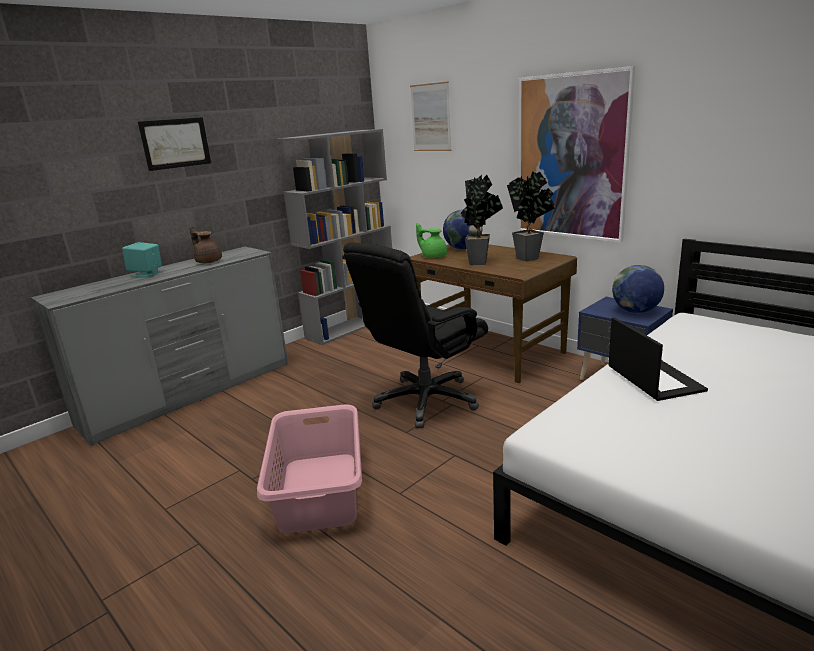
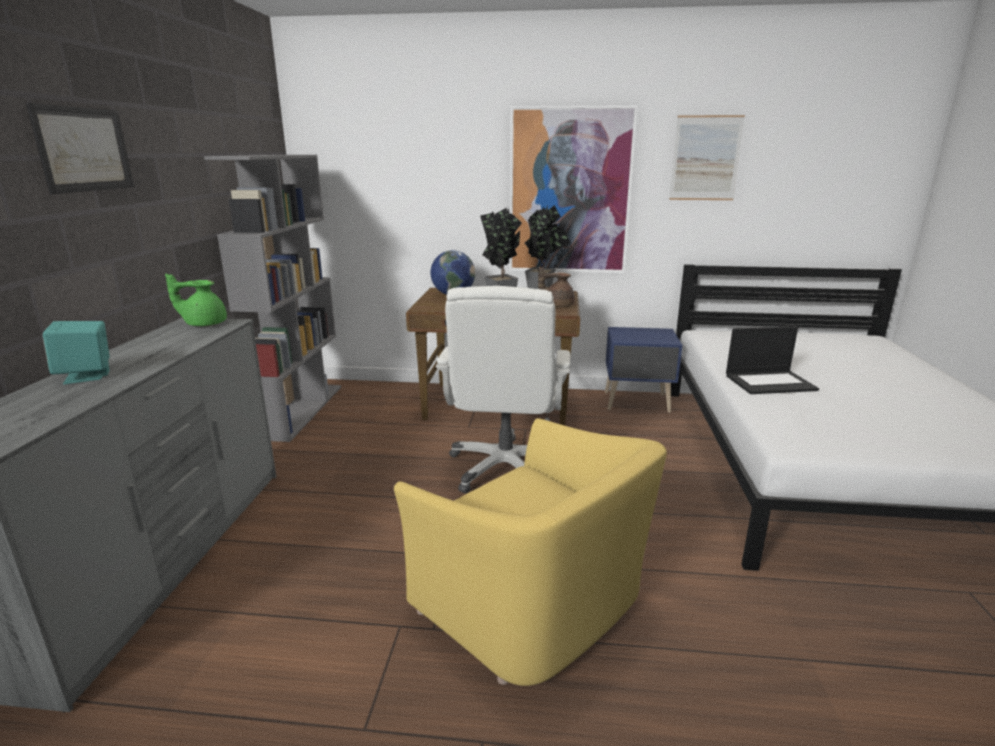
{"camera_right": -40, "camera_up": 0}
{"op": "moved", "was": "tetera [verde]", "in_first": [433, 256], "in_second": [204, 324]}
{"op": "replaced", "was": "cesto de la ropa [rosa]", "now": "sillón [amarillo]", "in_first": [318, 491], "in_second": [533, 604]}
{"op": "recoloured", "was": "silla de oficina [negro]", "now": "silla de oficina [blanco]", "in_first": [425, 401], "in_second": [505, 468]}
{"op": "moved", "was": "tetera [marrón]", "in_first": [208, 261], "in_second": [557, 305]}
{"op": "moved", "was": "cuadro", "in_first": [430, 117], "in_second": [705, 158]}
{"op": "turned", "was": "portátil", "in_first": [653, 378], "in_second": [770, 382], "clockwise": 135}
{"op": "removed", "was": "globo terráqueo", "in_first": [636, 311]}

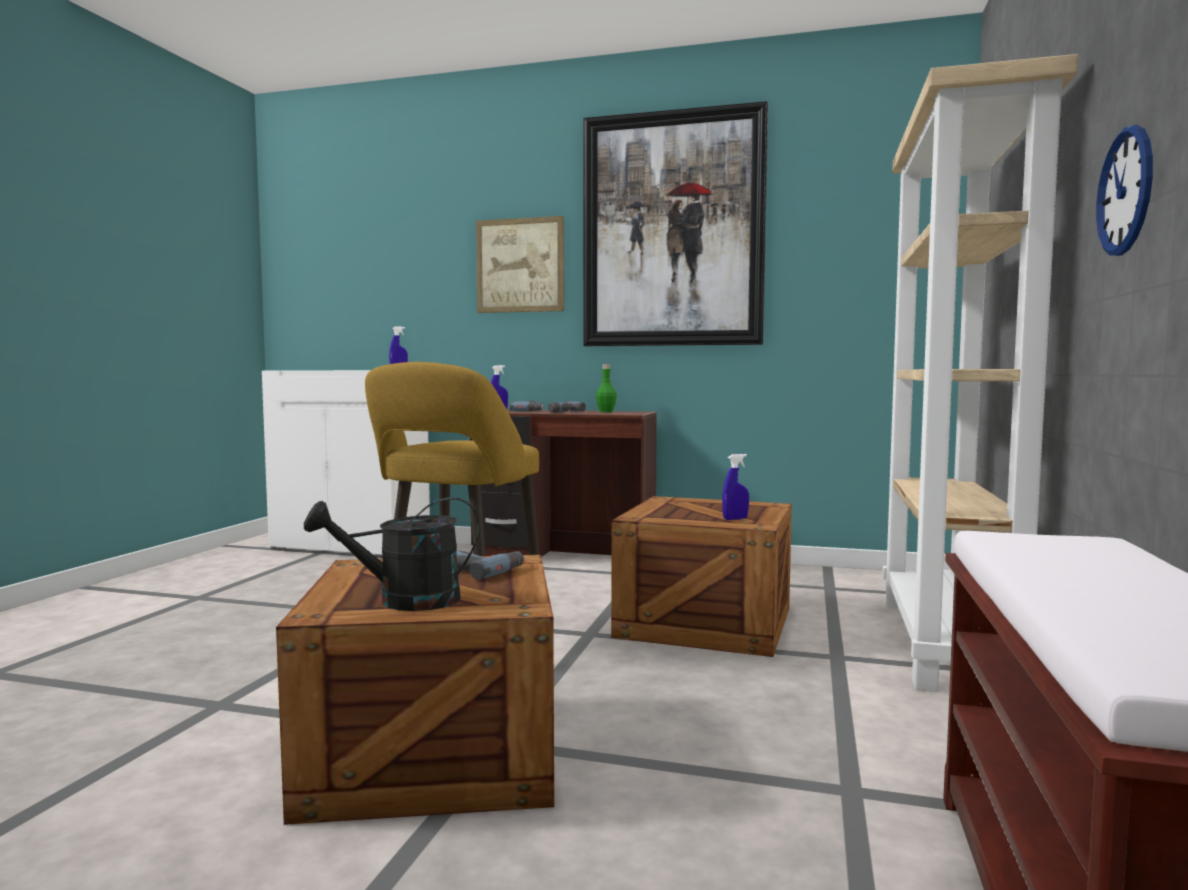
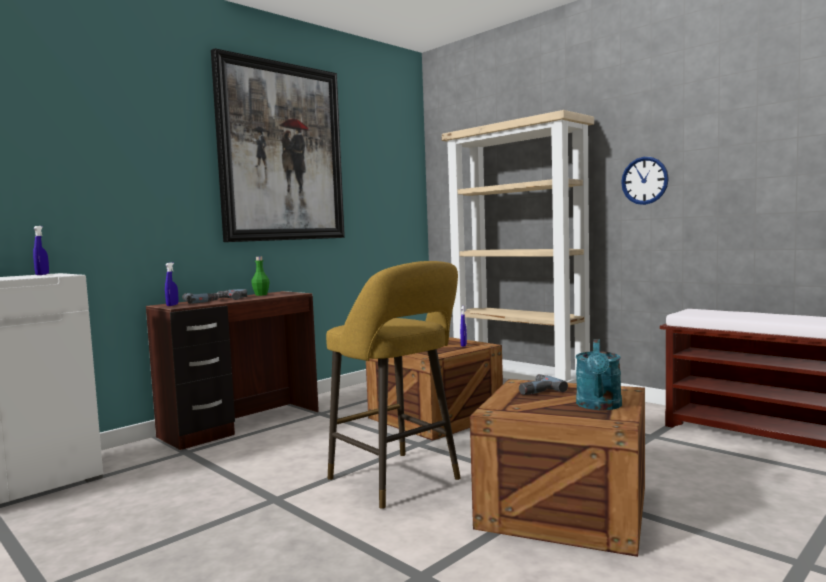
{"camera_right": -60, "camera_up": 0}
{"op": "recoloured", "was": "regadera [negro]", "now": "regadera [turquesa]", "in_first": [404, 601], "in_second": [599, 406]}
{"op": "removed", "was": "cuadro", "in_first": [520, 265]}

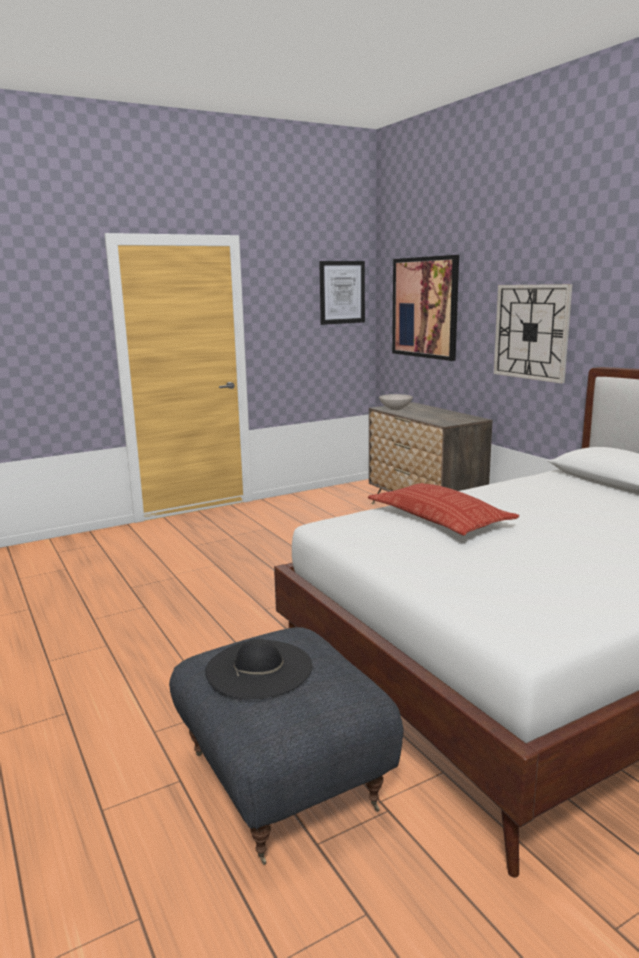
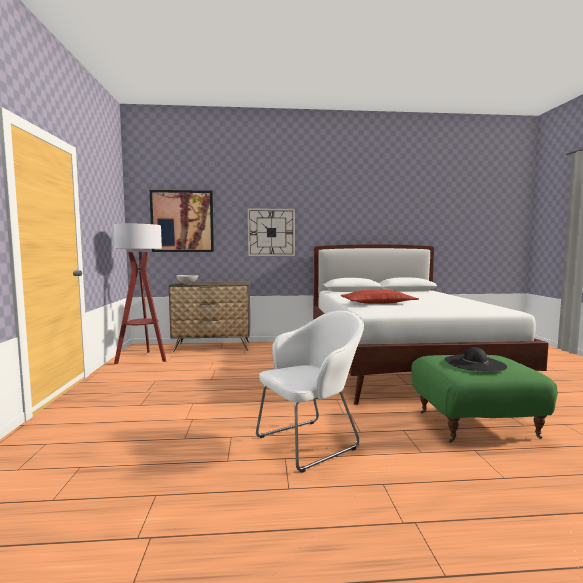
{"camera_right": -65, "camera_up": -10}
{"op": "added", "now": "lámpara de pie", "in_second": [143, 359]}
{"op": "added", "now": "sillón [blanco]", "in_second": [311, 442]}
{"op": "recoloured", "was": "puf [gris]", "now": "puf [verde]", "in_first": [285, 779], "in_second": [475, 424]}
{"op": "removed", "was": "cuadro", "in_first": [342, 292]}

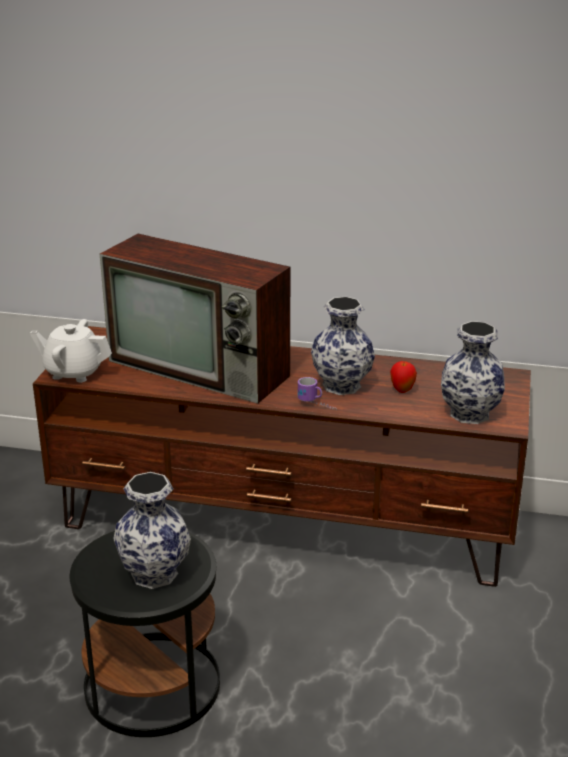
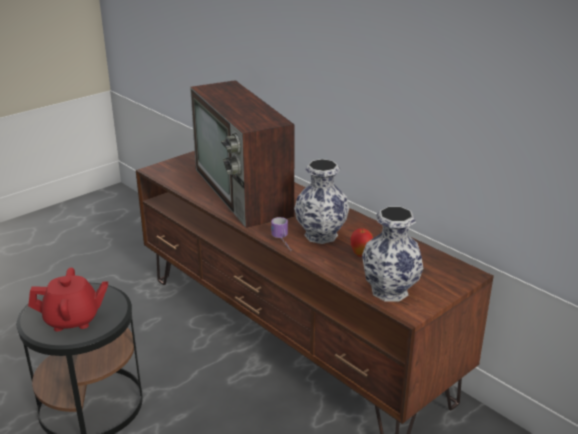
{"camera_right": 35, "camera_up": 0}
{"op": "replaced", "was": "florero", "now": "tetera [rojo]", "in_first": [154, 574], "in_second": [73, 319]}
{"op": "removed", "was": "tetera [blanco]", "in_first": [74, 372]}

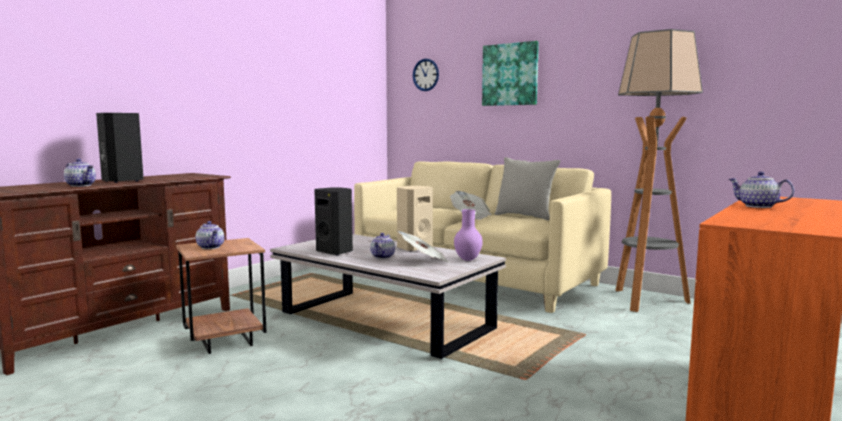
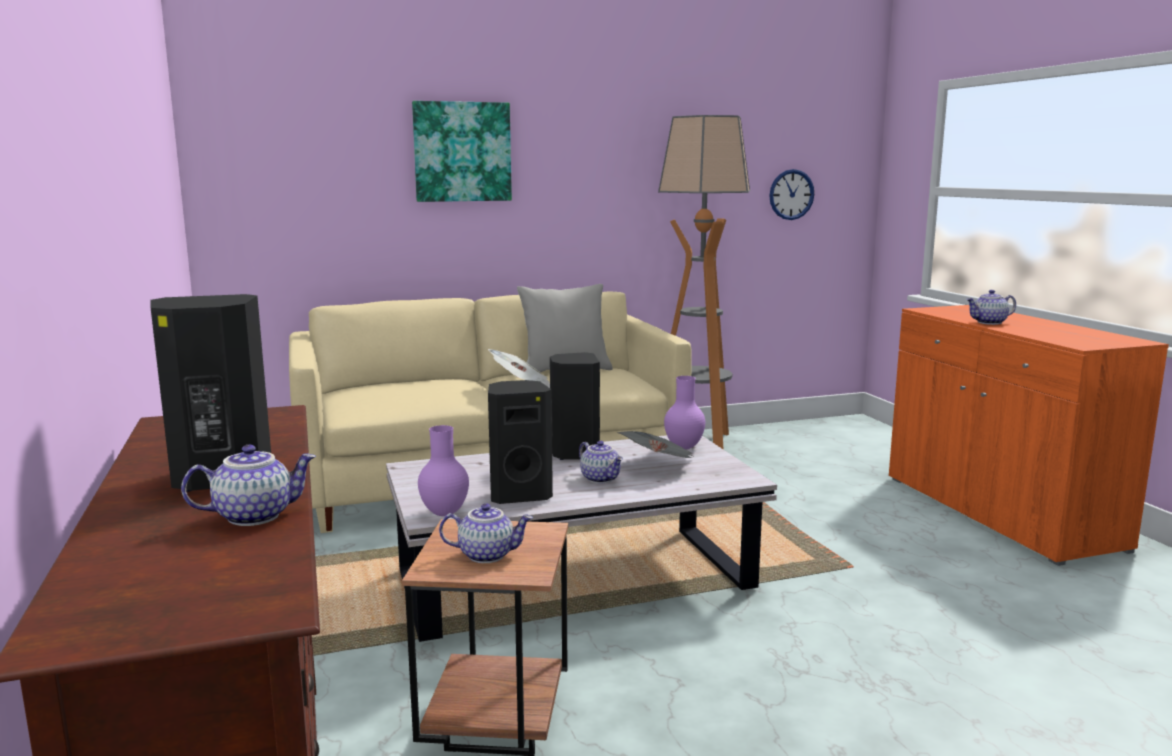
{"camera_right": -55, "camera_up": 5}
{"op": "added", "now": "florero [morado]", "in_second": [443, 513]}
{"op": "recoloured", "was": "altavoz [beis]", "now": "altavoz [negro]", "in_first": [413, 248], "in_second": [574, 454]}
{"op": "moved", "was": "reloj de pared", "in_first": [425, 75], "in_second": [791, 194]}

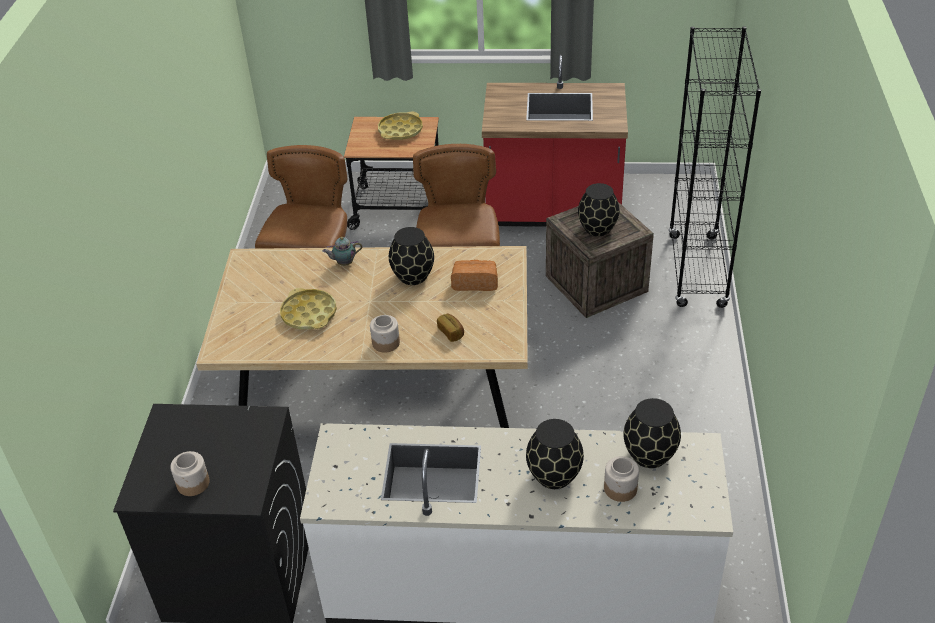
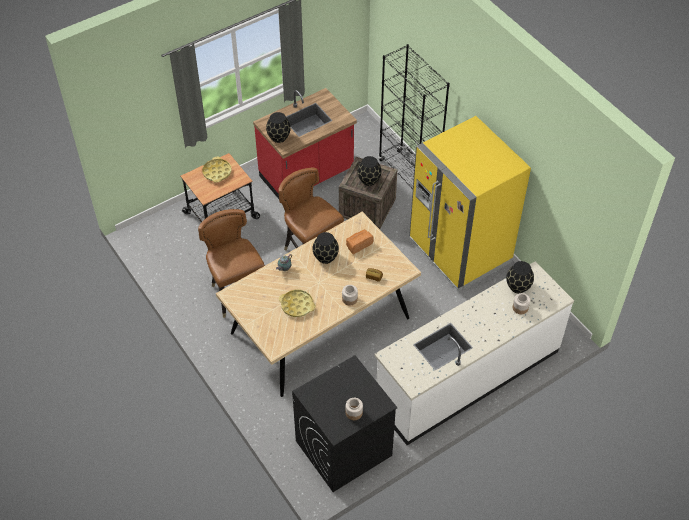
{"camera_right": -40, "camera_up": 10}
{"op": "moved", "was": "florero [negro]", "in_first": [554, 476], "in_second": [279, 137]}
{"op": "added", "now": "nevera [amarillo]", "in_second": [459, 251]}

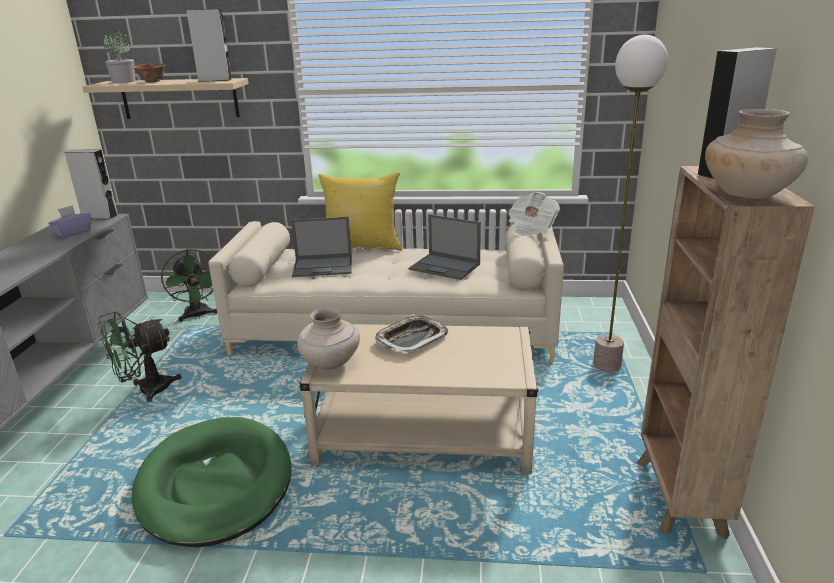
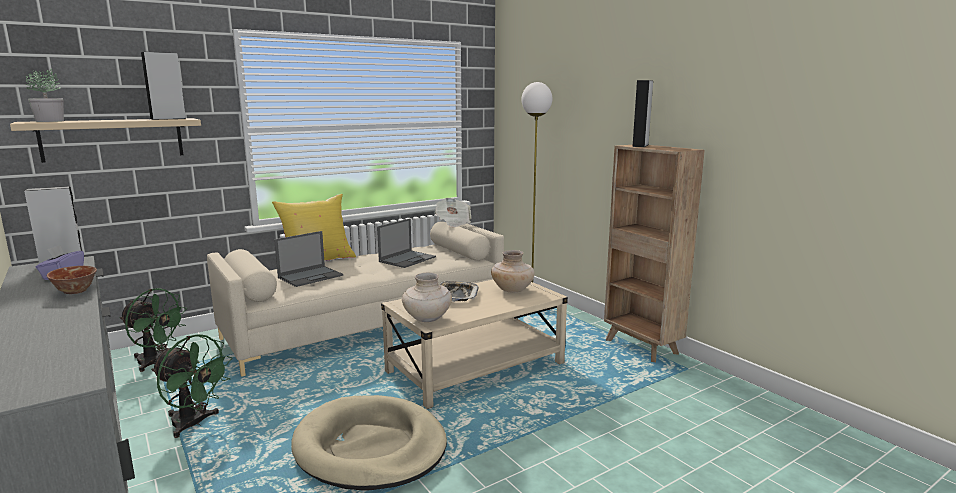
{"camera_right": -40, "camera_up": -10}
{"op": "moved", "was": "cuenco", "in_first": [152, 81], "in_second": [75, 291]}
{"op": "turned", "was": "ventilador [verde]", "in_first": [146, 391], "in_second": [194, 424], "clockwise": -75}
{"op": "recoloured", "was": "cama para perro [verde]", "now": "cama para perro [beis]", "in_first": [215, 485], "in_second": [370, 447]}
{"op": "turned", "was": "portátil", "in_first": [445, 267], "in_second": [407, 259], "clockwise": -45}
{"op": "moved", "was": "florero [beis]", "in_first": [748, 195], "in_second": [512, 290]}

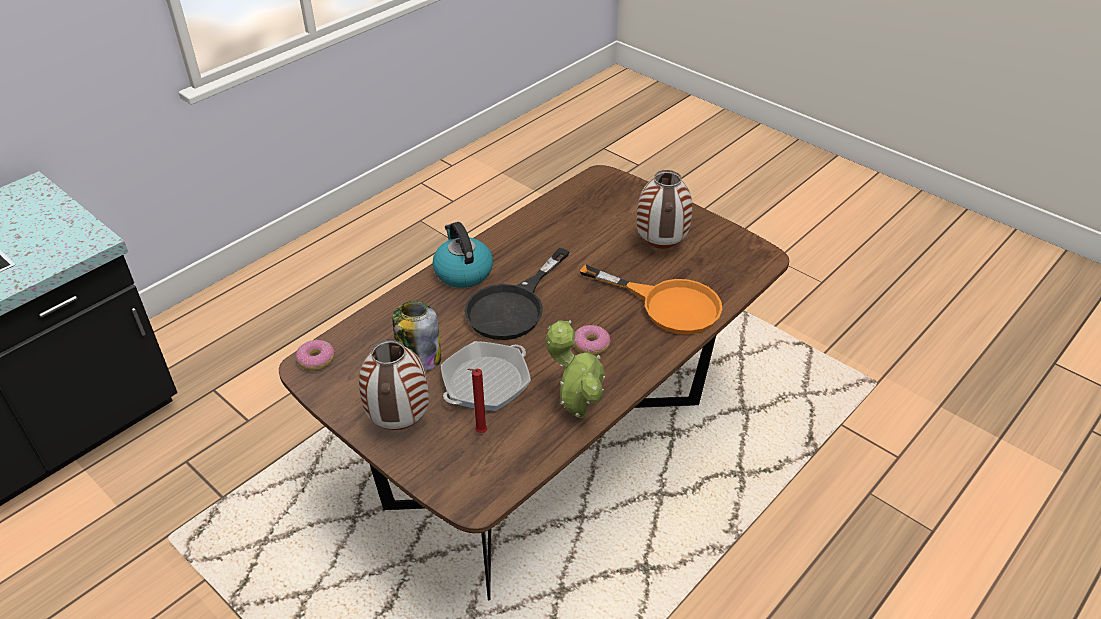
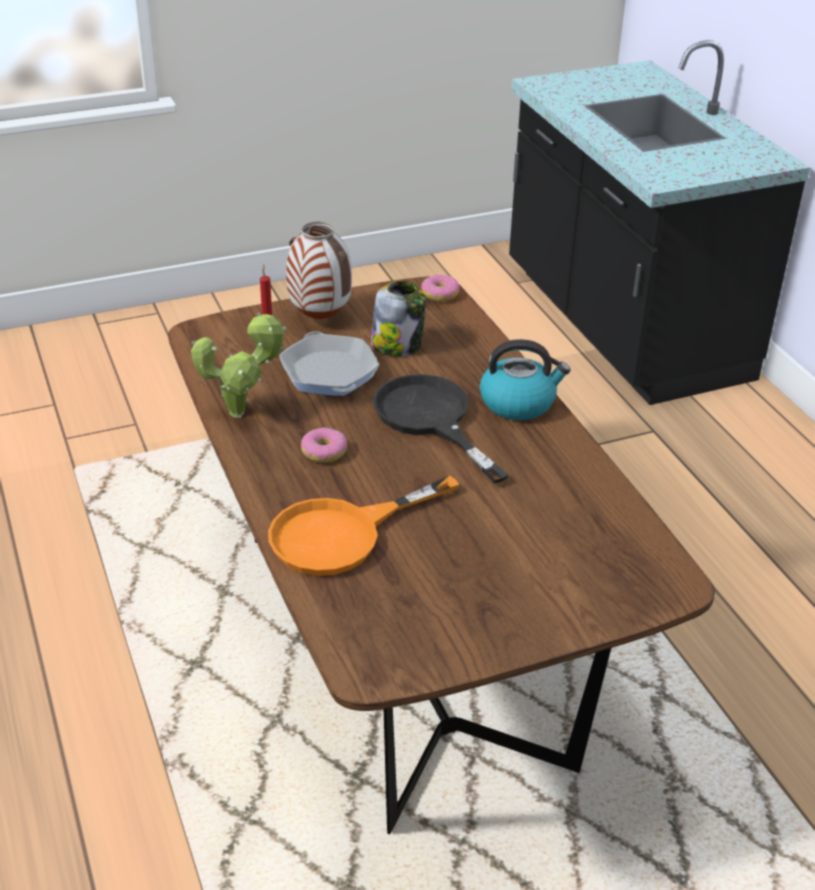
{"camera_right": 115, "camera_up": -5}
{"op": "removed", "was": "florero", "in_first": [660, 246]}

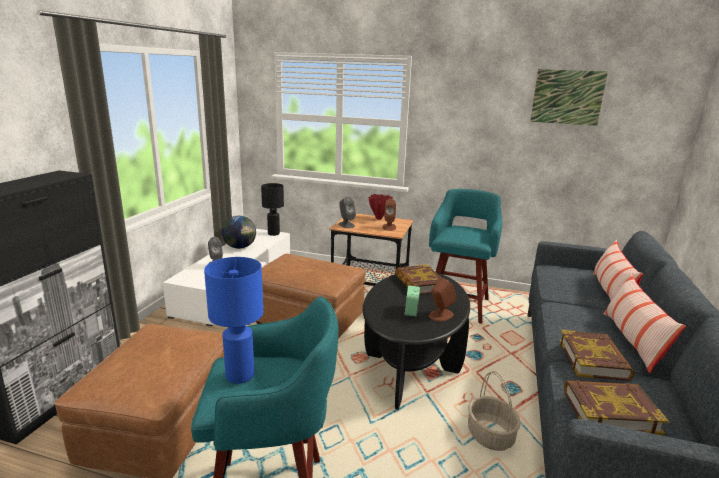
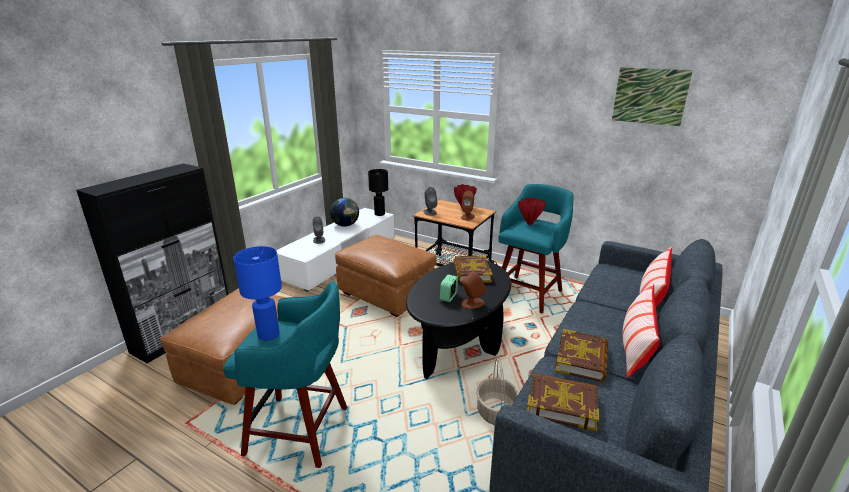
{"camera_right": 15, "camera_up": 5}
{"op": "added", "now": "florero [rojo]", "in_second": [530, 223]}

